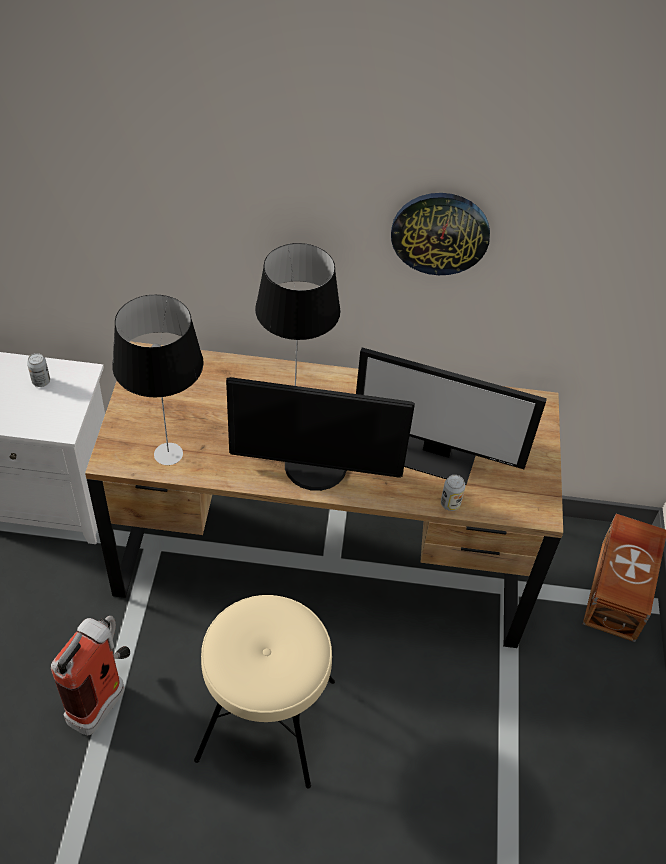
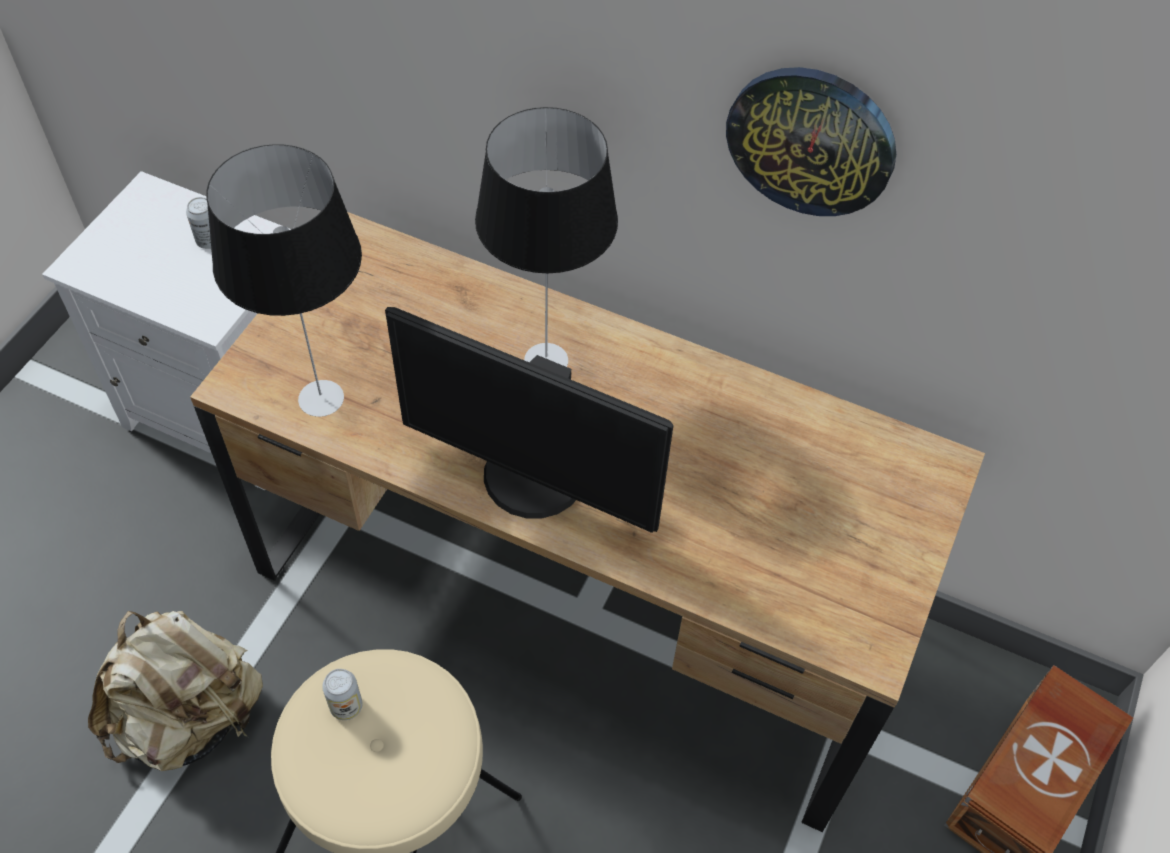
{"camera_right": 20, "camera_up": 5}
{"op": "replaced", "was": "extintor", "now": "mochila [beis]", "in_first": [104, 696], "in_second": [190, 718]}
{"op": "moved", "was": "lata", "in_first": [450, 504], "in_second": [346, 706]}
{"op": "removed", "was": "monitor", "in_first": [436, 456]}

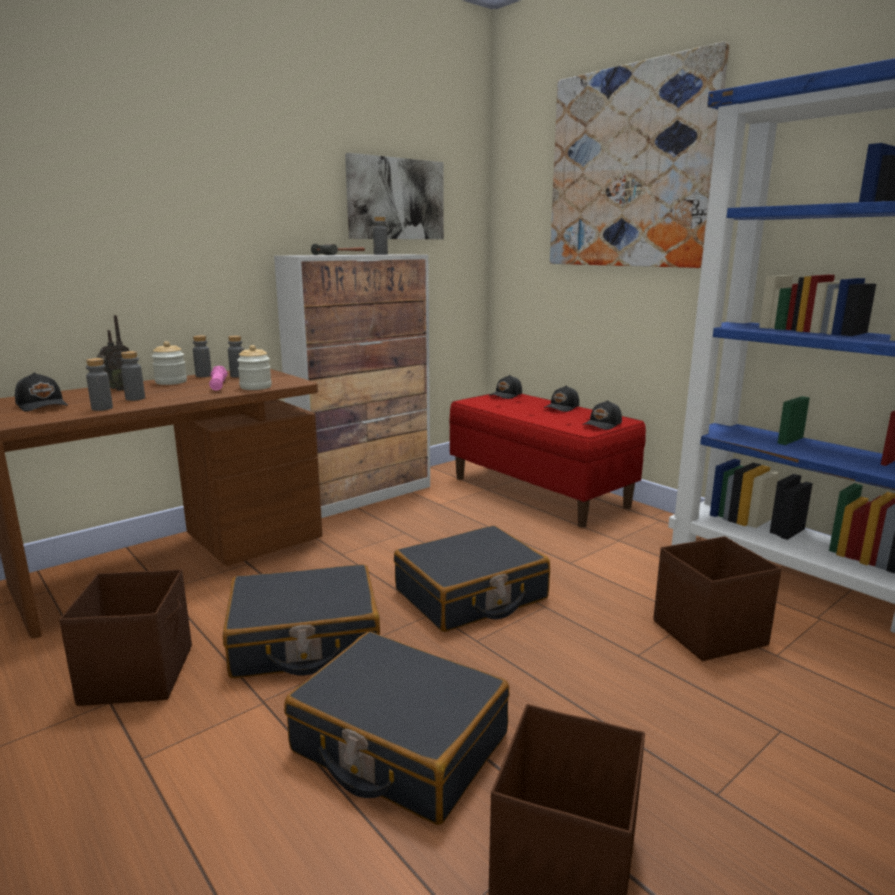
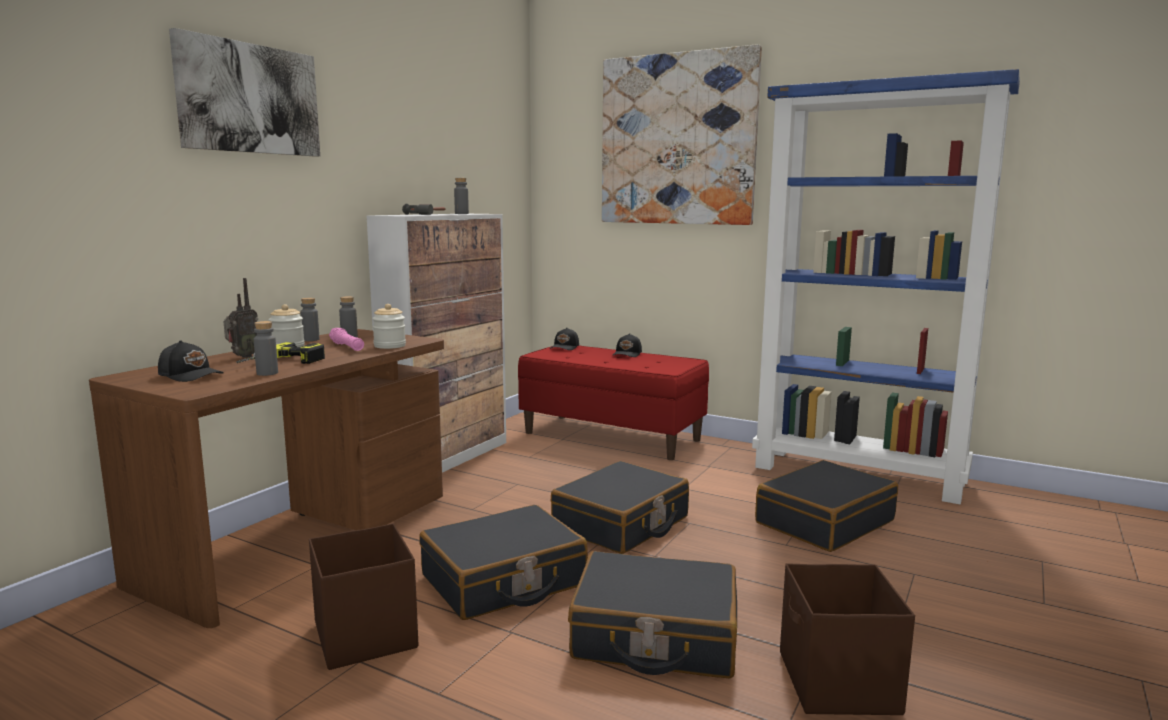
{"camera_right": -20, "camera_up": -5}
{"op": "moved", "was": "cuadro", "in_first": [395, 199], "in_second": [249, 99]}
{"op": "replaced", "was": "botella [gris]", "now": "taladro", "in_first": [135, 398], "in_second": [283, 363]}
{"op": "replaced", "was": "caja de almacenaje [marrón]", "now": "maleta [negro]", "in_first": [707, 633], "in_second": [824, 522]}
{"op": "removed", "was": "gorra [negro]", "in_first": [603, 425]}

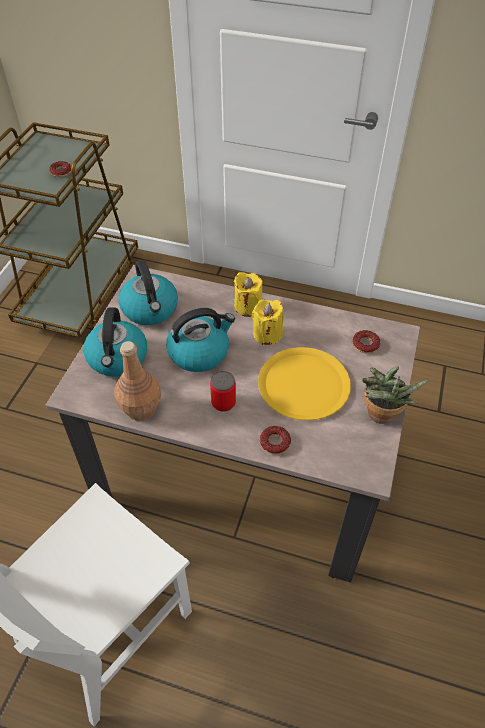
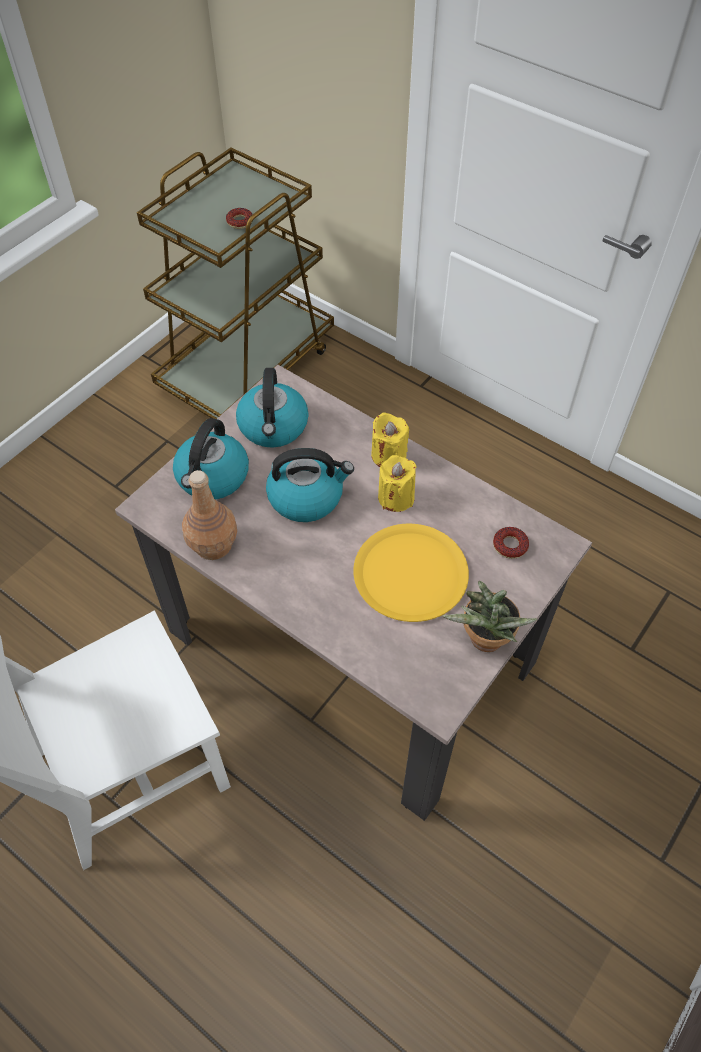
{"camera_right": 20, "camera_up": 5}
{"op": "removed", "was": "lata", "in_first": [223, 402]}
{"op": "removed", "was": "rosquilla", "in_first": [275, 442]}

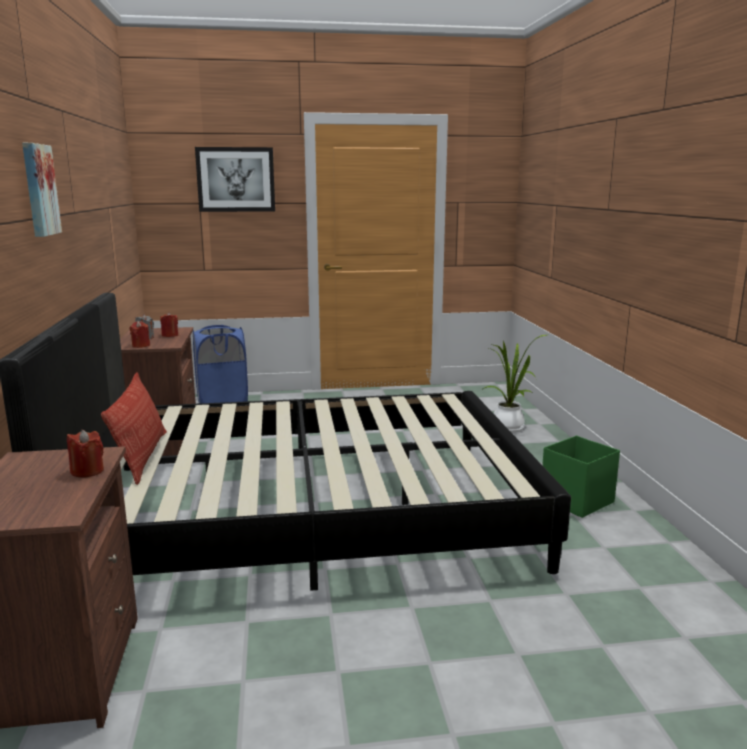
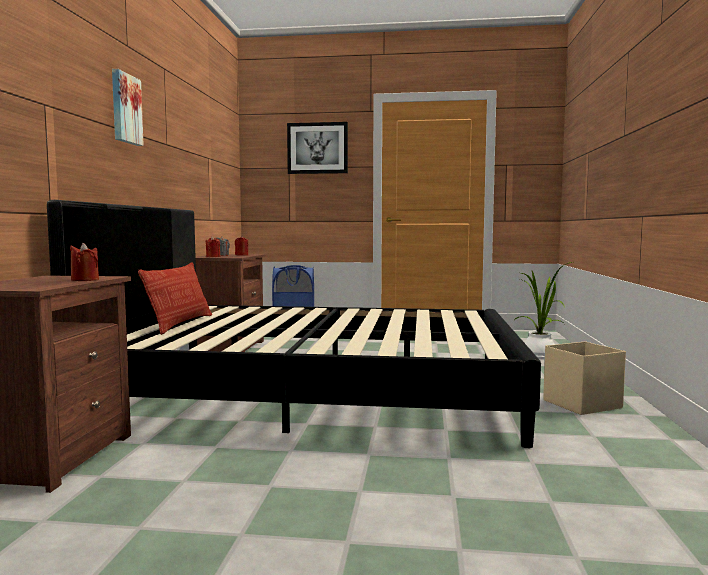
{"camera_right": 15, "camera_up": -10}
{"op": "recoloured", "was": "caja de almacenaje [verde]", "now": "caja de almacenaje [beis]", "in_first": [575, 501], "in_second": [581, 404]}

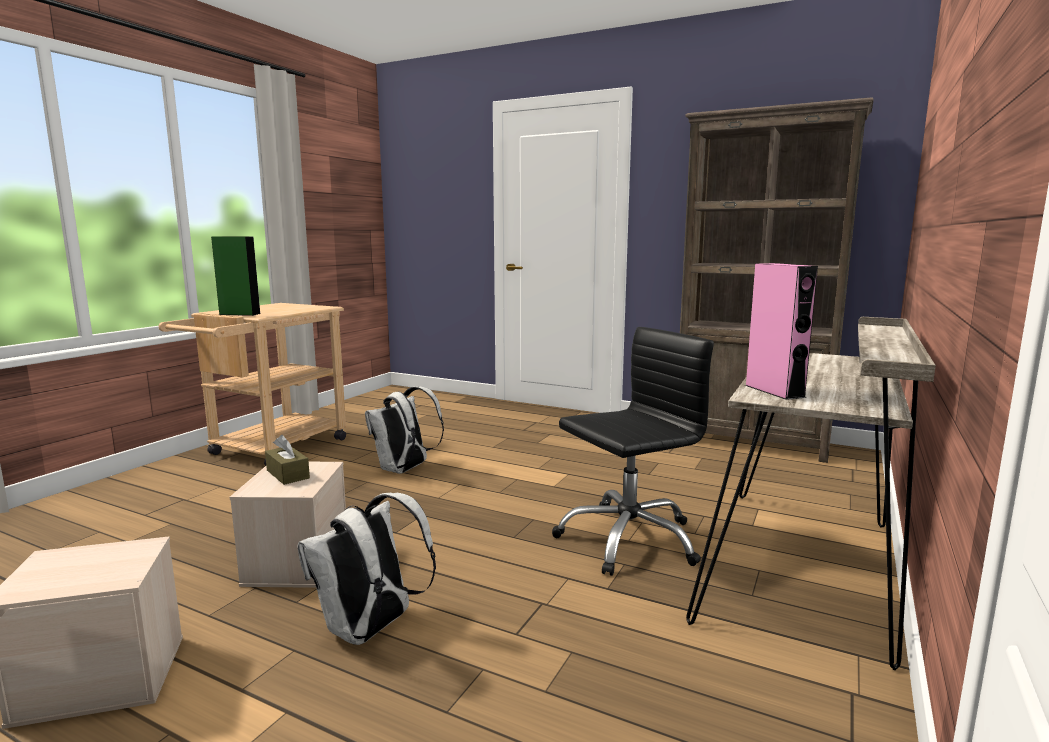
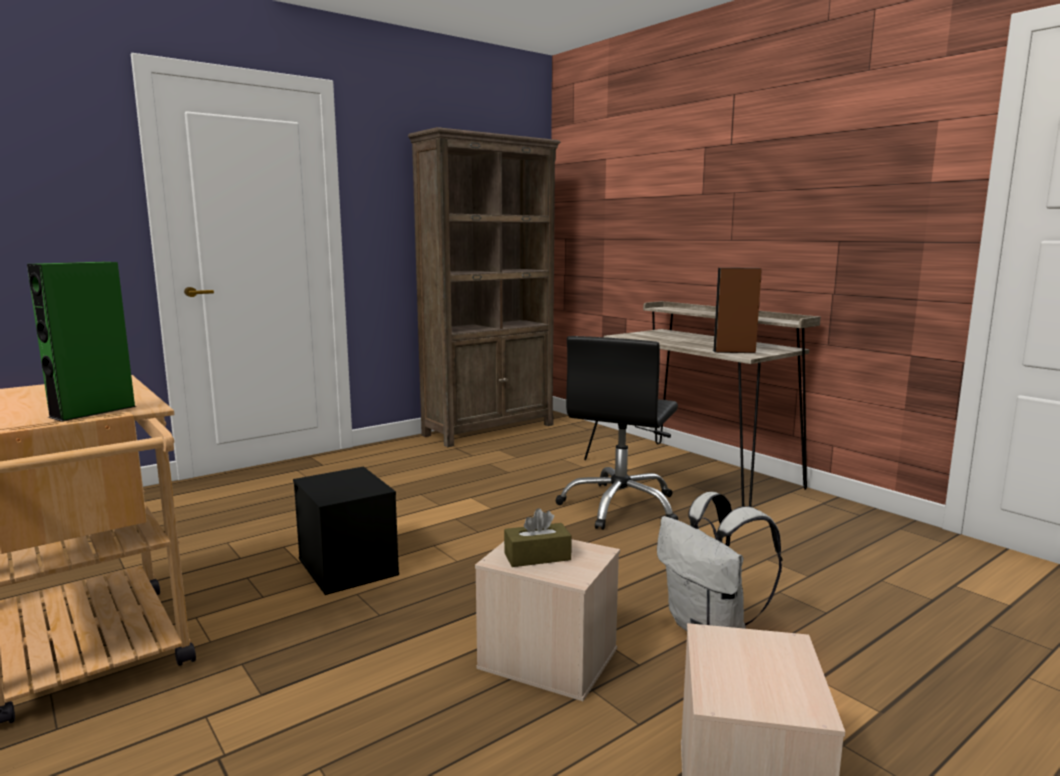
{"camera_right": -65, "camera_up": 0}
{"op": "replaced", "was": "mochila [blanco]", "now": "caja de almacenaje [negro]", "in_first": [404, 470], "in_second": [349, 567]}
{"op": "turned", "was": "silla de oficina [negro]", "in_first": [628, 539], "in_second": [620, 507], "clockwise": -150}
{"op": "recoloured", "was": "altavoz [rosa]", "now": "altavoz [marrón]", "in_first": [774, 391], "in_second": [734, 351]}

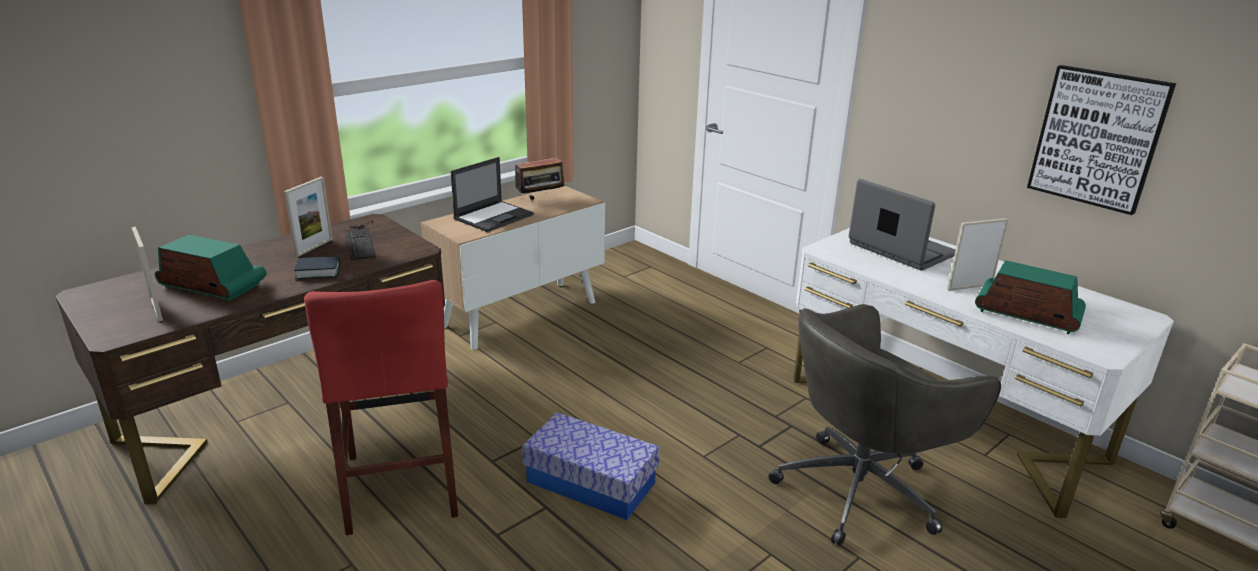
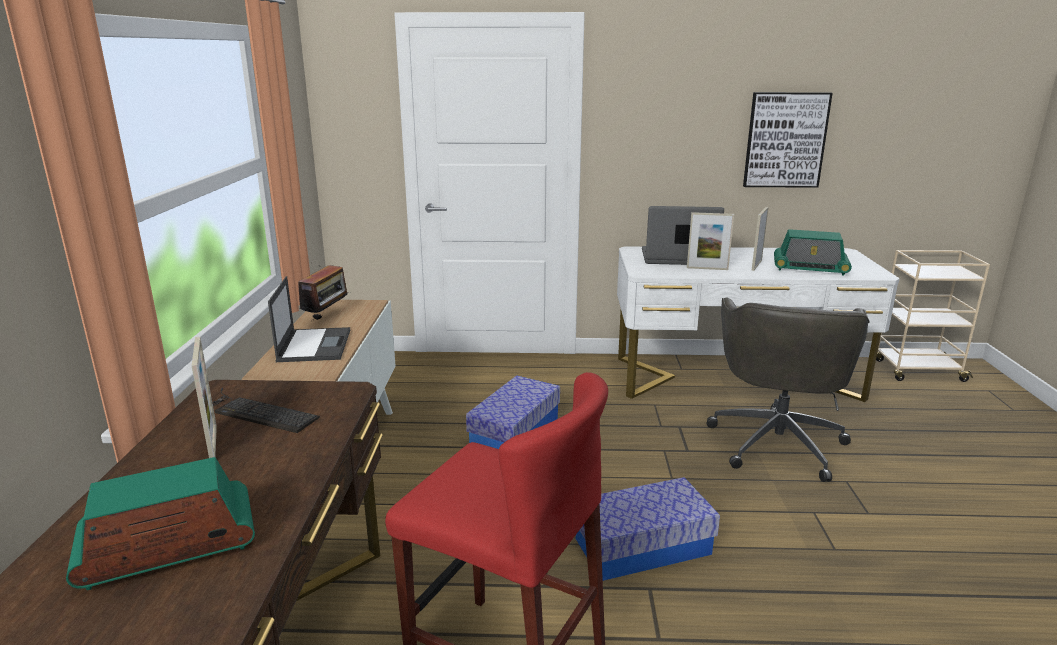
{"camera_right": -45, "camera_up": -5}
{"op": "added", "now": "caja de almacenaje", "in_second": [515, 431]}
{"op": "moved", "was": "portarretratos", "in_first": [156, 309], "in_second": [707, 268]}
{"op": "turned", "was": "radio", "in_first": [1027, 314], "in_second": [810, 268], "clockwise": -150}
{"op": "removed", "was": "libro", "in_first": [318, 272]}

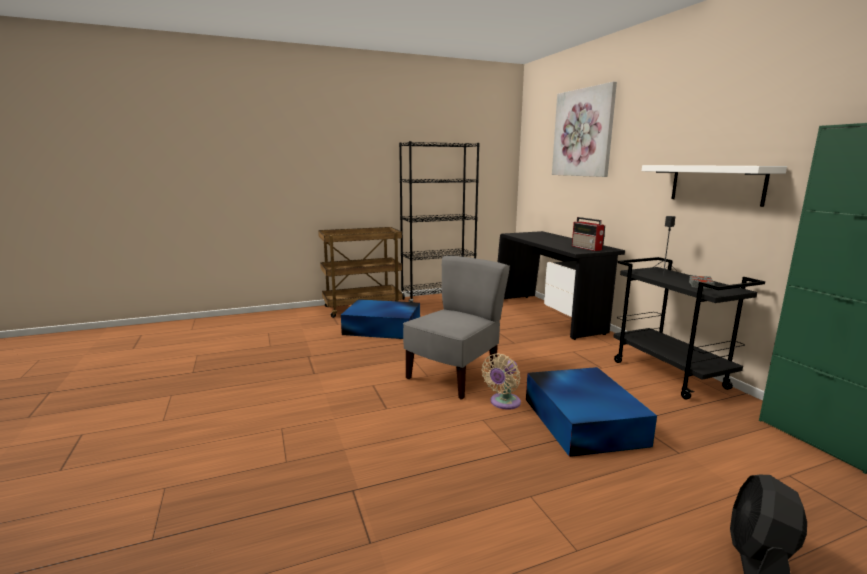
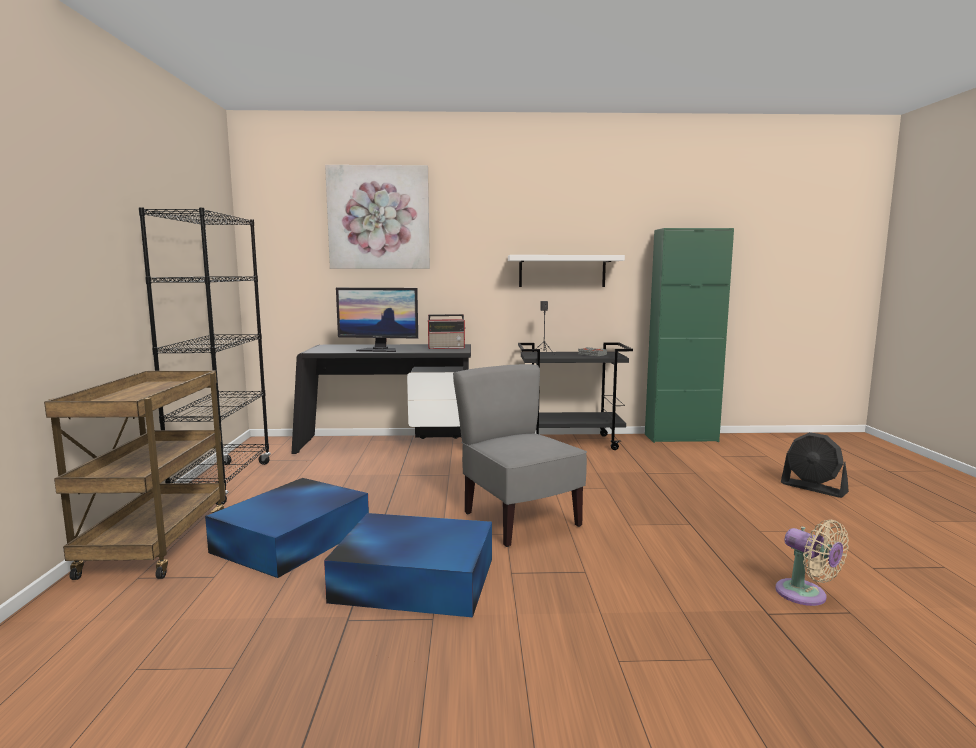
{"camera_right": -70, "camera_up": -5}
{"op": "moved", "was": "caja de almacenaje [azul]", "in_first": [583, 420], "in_second": [413, 579]}
{"op": "added", "now": "monitor", "in_second": [379, 350]}
{"op": "moved", "was": "ventilador [beis]", "in_first": [503, 403], "in_second": [806, 595]}

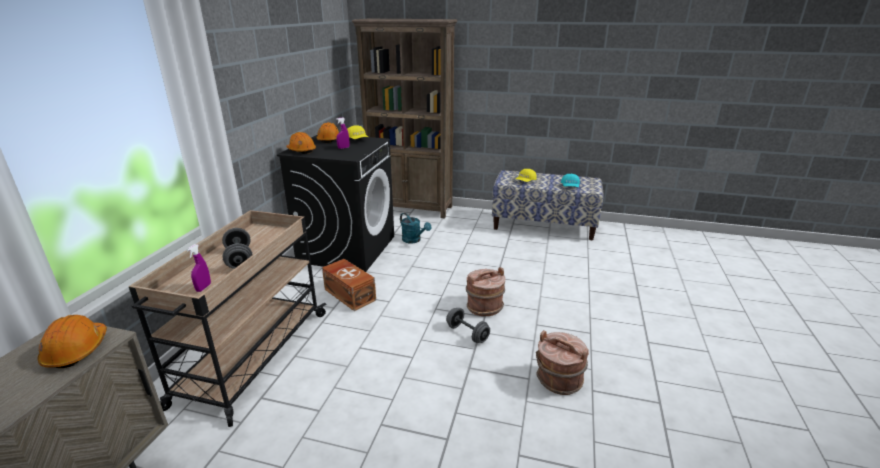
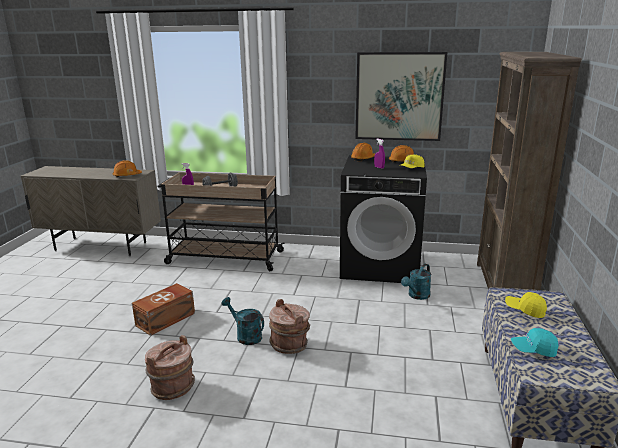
{"camera_right": 85, "camera_up": -5}
{"op": "moved", "was": "caja de almacenaje [marrón]", "in_first": [350, 294], "in_second": [166, 319]}
{"op": "replaced", "was": "mancuerna [gris]", "now": "regadera [turquesa]", "in_first": [467, 333], "in_second": [245, 335]}
{"op": "added", "now": "cuadro", "in_second": [399, 96]}

